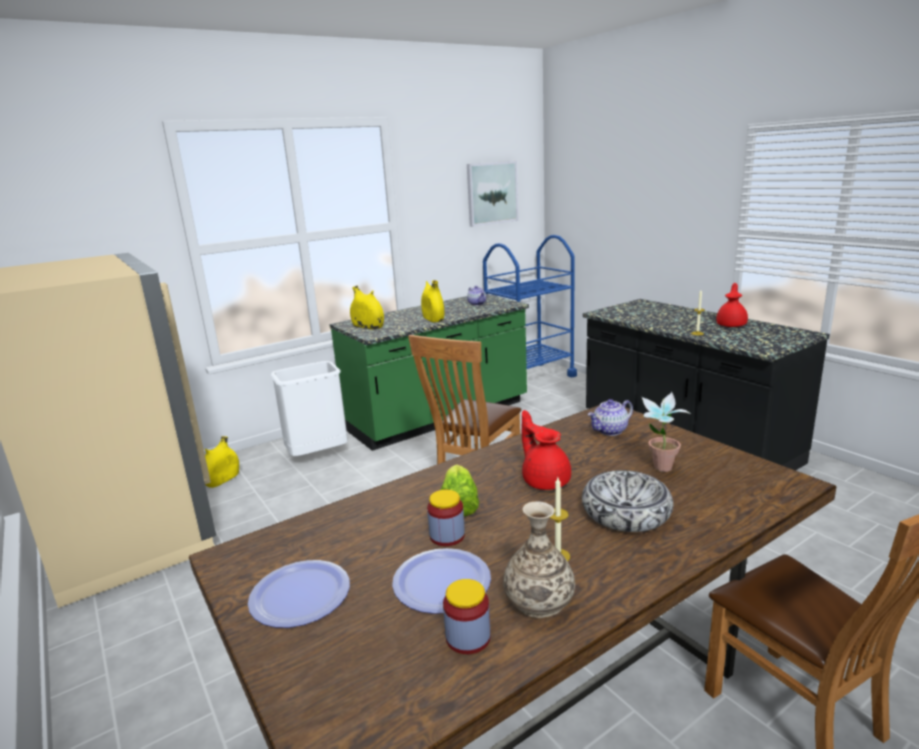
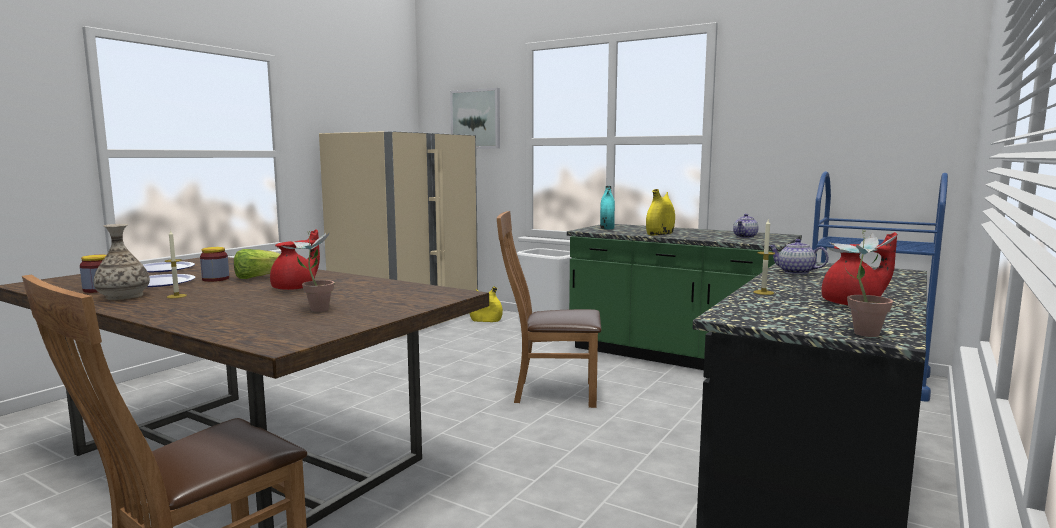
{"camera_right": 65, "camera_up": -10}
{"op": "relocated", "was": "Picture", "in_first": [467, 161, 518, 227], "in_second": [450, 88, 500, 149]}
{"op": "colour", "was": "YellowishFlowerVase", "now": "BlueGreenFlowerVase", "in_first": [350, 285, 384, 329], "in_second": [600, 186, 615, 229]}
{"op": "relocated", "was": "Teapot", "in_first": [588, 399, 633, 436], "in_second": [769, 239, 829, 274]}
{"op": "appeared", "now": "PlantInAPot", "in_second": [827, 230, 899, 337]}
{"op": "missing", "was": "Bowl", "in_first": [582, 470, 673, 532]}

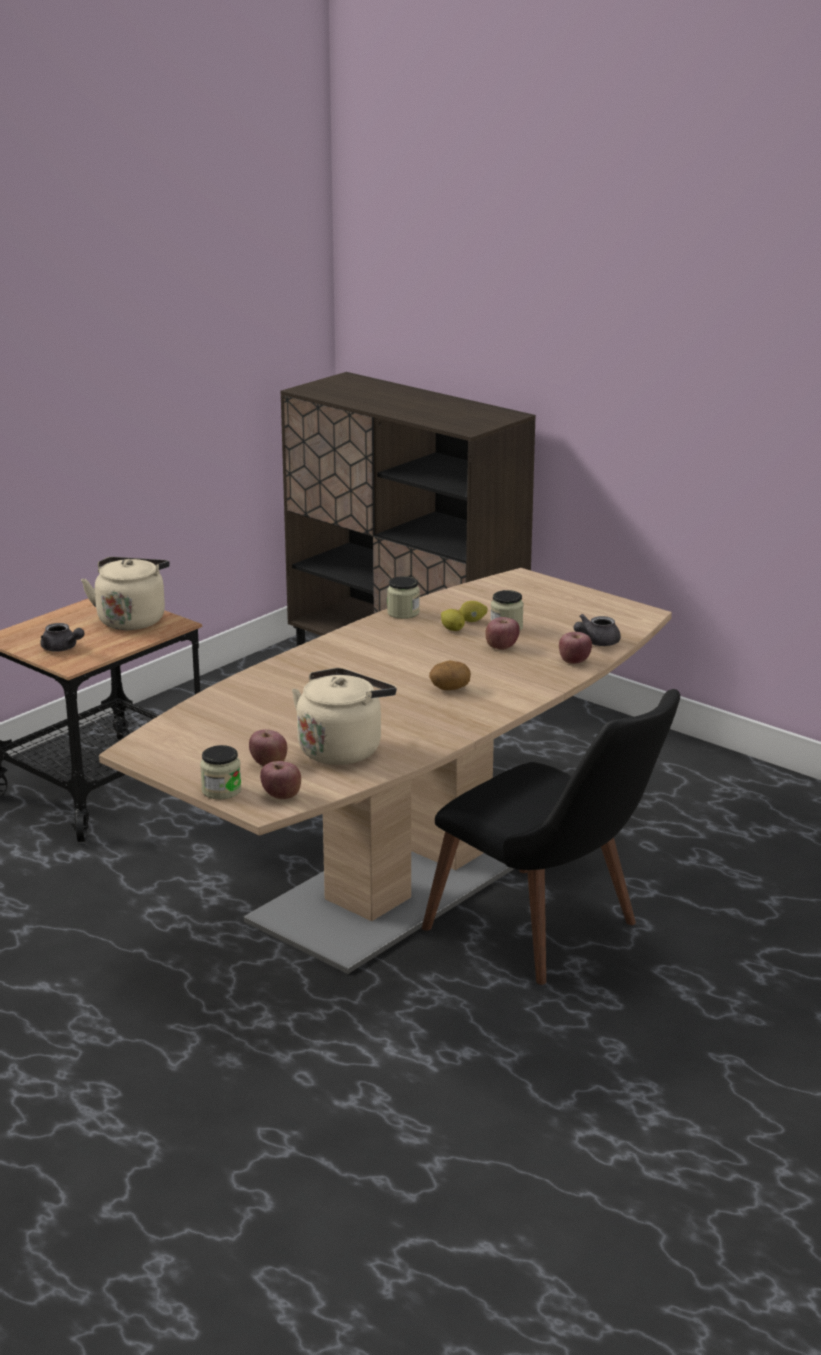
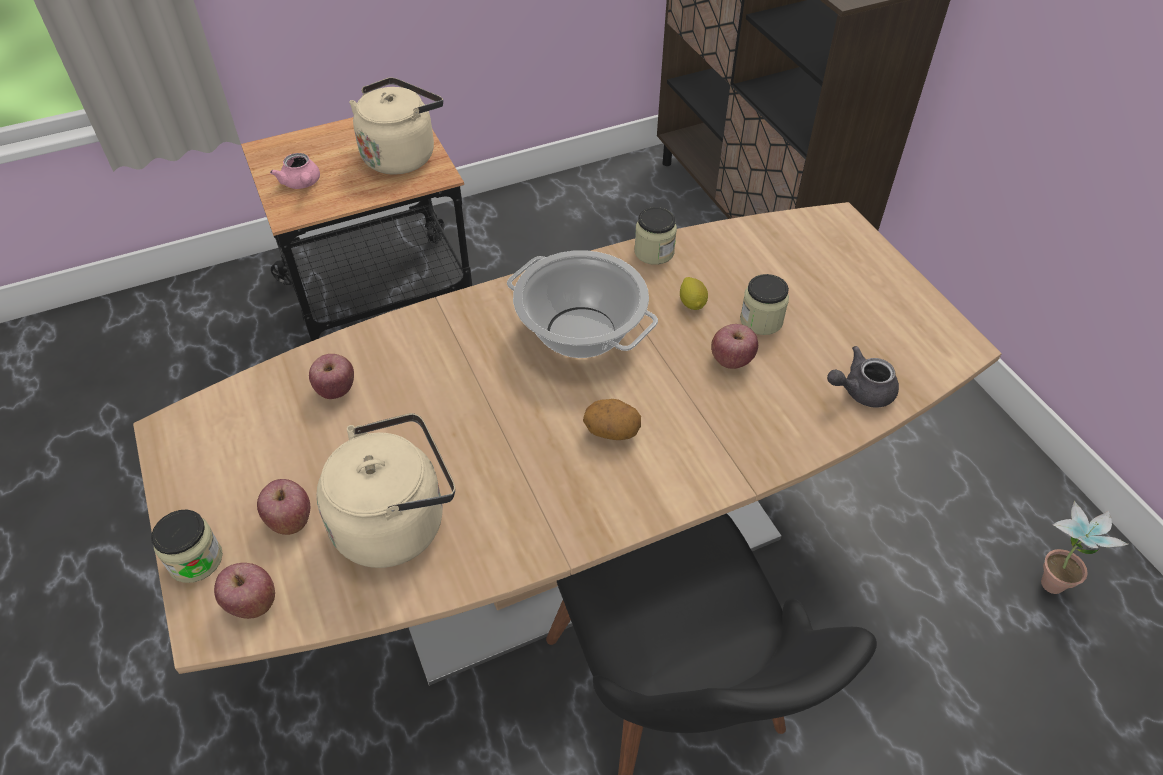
{"camera_right": 25, "camera_up": 25}
{"op": "colour", "was": "GreyishTeapot", "now": "PinkTeapot", "in_first": [40, 623, 85, 652], "in_second": [270, 153, 320, 189]}
{"op": "relocated", "was": "Apple", "in_first": [559, 632, 592, 664], "in_second": [309, 354, 354, 399]}
{"op": "appeared", "now": "Stockpot", "in_second": [507, 250, 658, 358]}
{"op": "appeared", "now": "PlantInAPot", "in_second": [1041, 501, 1128, 594]}
{"op": "missing", "was": "WholeLemon", "in_first": [459, 601, 488, 622]}

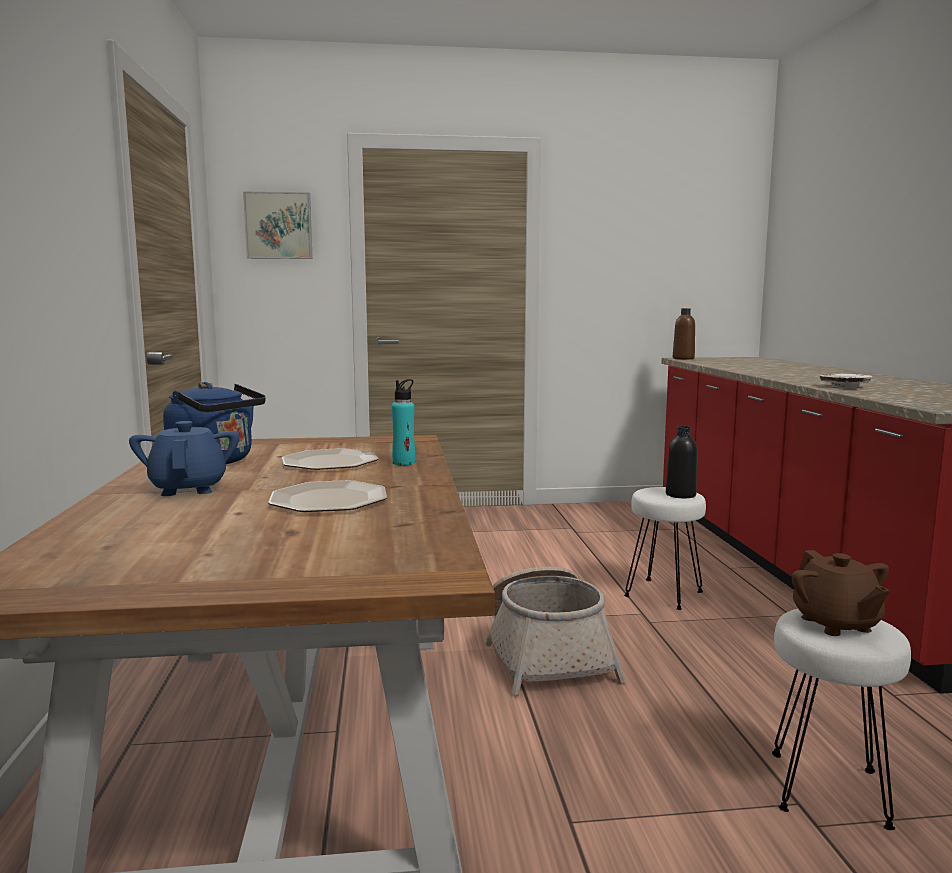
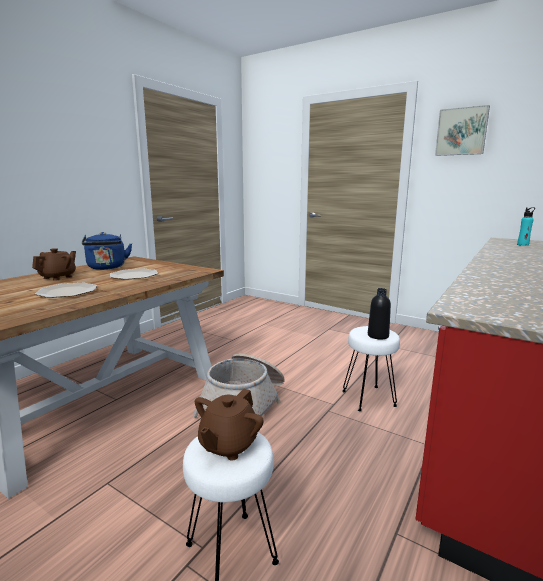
{"camera_right": 40, "camera_up": 5}
{"op": "colour", "was": "BlueColouredTeapot", "now": "BrownishTeapot", "in_first": [129, 421, 239, 496], "in_second": [32, 248, 76, 281]}
{"op": "relocated", "was": "Picture", "in_first": [243, 191, 313, 259], "in_second": [435, 105, 490, 156]}
{"op": "relocated", "was": "BlueGreenBeverageBottle", "in_first": [392, 379, 415, 465], "in_second": [517, 207, 535, 246]}
{"op": "missing", "was": "BrownishBeverageBottle", "in_first": [673, 308, 695, 359]}
{"op": "missing", "was": "WhiteColouredFlatDish", "in_first": [819, 374, 873, 388]}

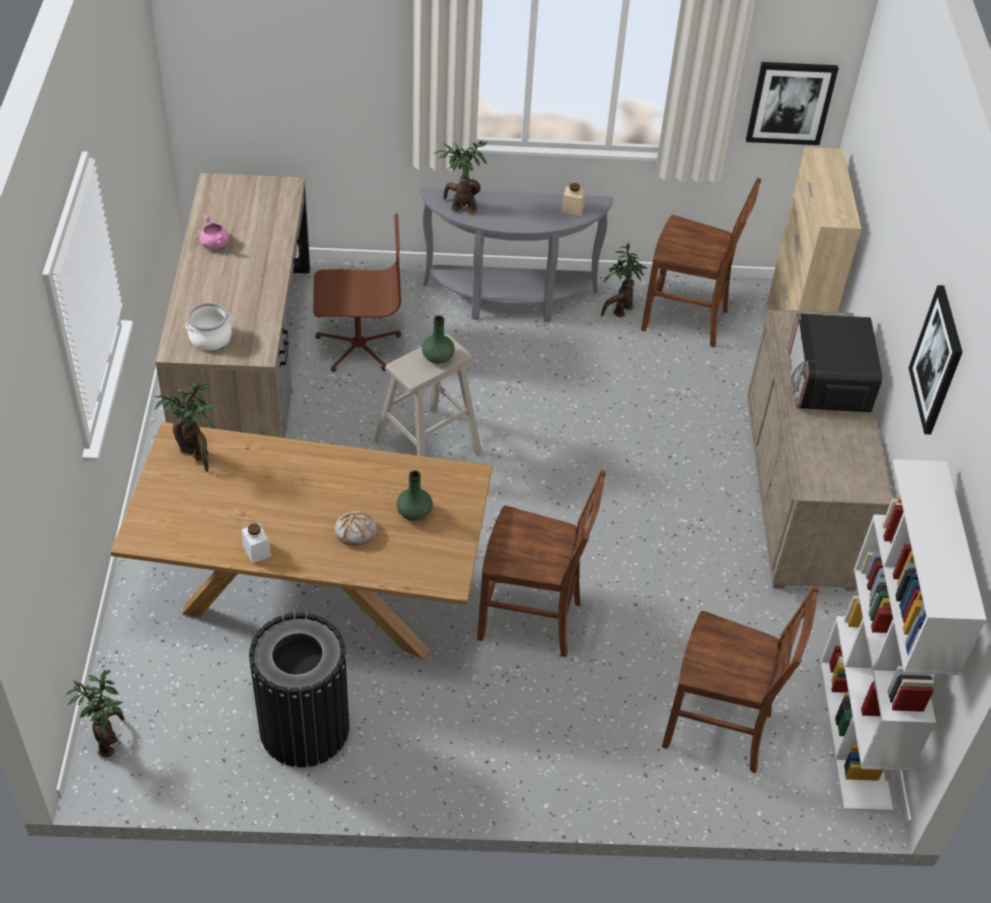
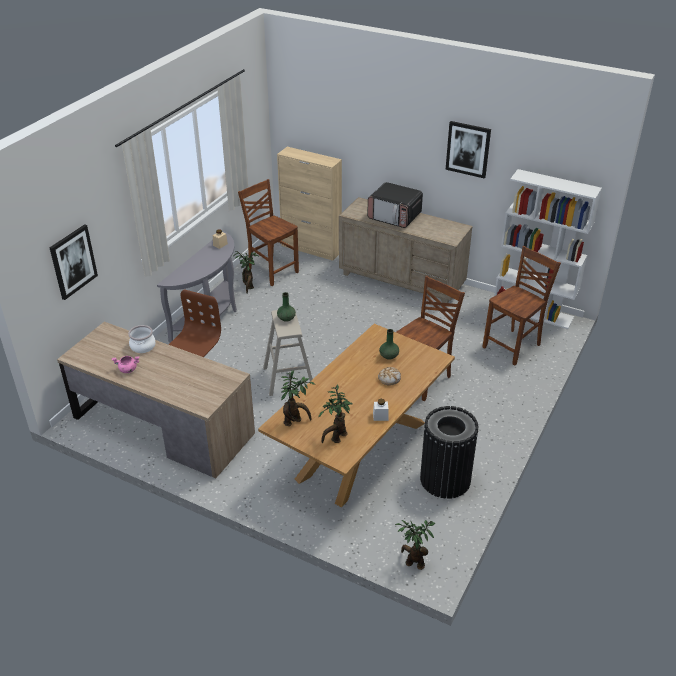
{"camera_right": -60, "camera_up": -10}
{"op": "relocated", "was": "Picture", "in_first": [746, 62, 839, 145], "in_second": [50, 224, 98, 300]}
{"op": "relocated", "was": "Stockpot", "in_first": [185, 302, 232, 350], "in_second": [128, 325, 156, 353]}
{"op": "spun", "was": "BrownishUprightChair", "in_first": [641, 178, 761, 348], "in_second": [238, 179, 299, 286], "clockwise": -90}
{"op": "relocated", "was": "PlantInAPot", "in_first": [434, 141, 488, 214], "in_second": [318, 384, 353, 443]}

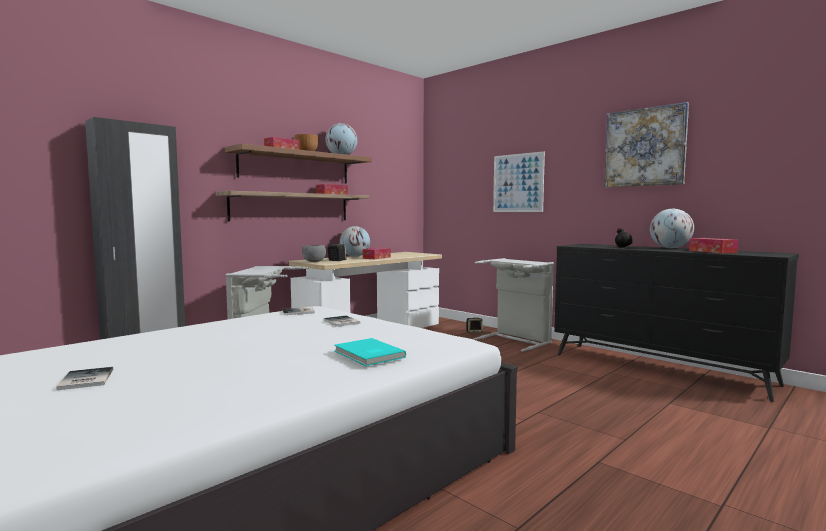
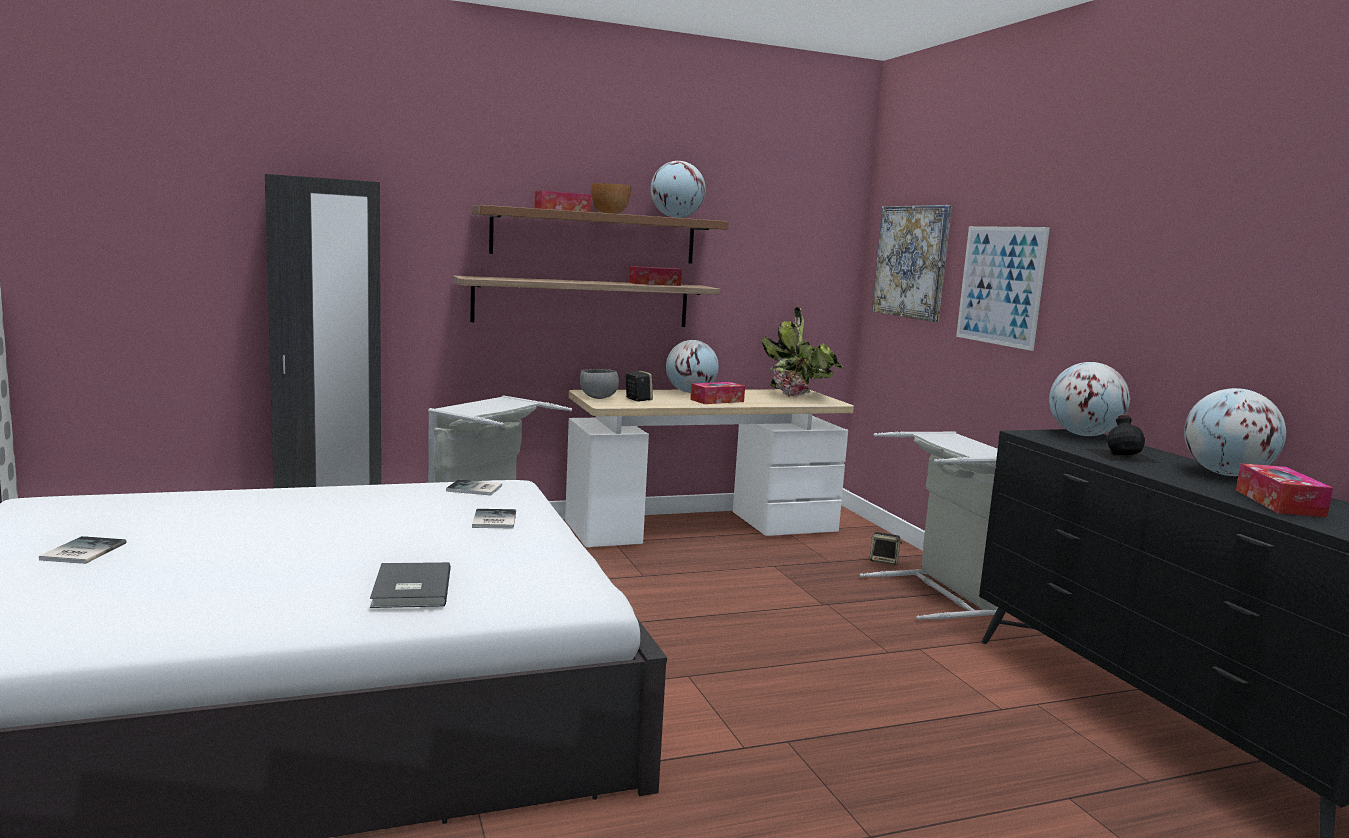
{"camera_right": 25, "camera_up": 5}
{"op": "colour", "was": "BlueGreenBook", "now": "GreyishBook", "in_first": [334, 338, 406, 366], "in_second": [370, 562, 451, 608]}
{"op": "appeared", "now": "PlantInAPot", "in_second": [762, 307, 844, 397]}
{"op": "relocated", "was": "Picture", "in_first": [604, 102, 689, 187], "in_second": [872, 205, 952, 322]}
{"op": "appeared", "now": "DeskGlobe", "in_second": [1049, 362, 1130, 436]}

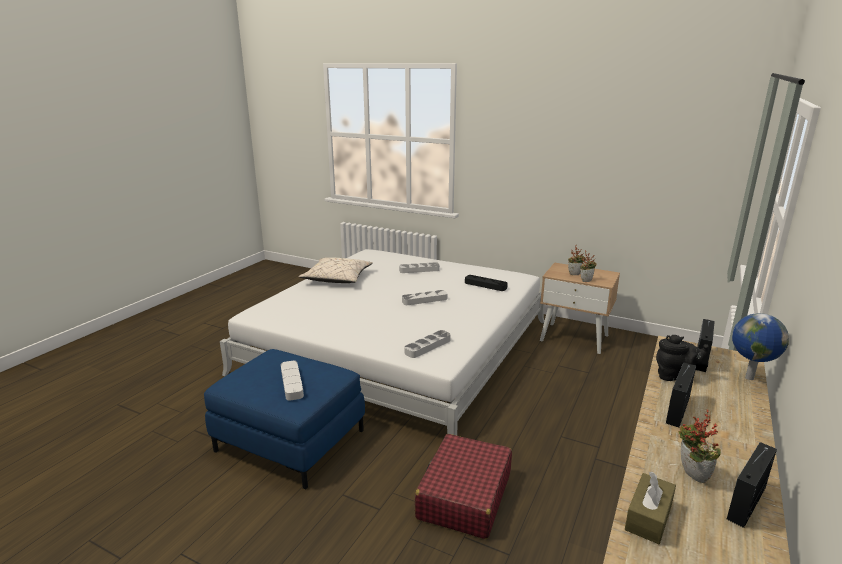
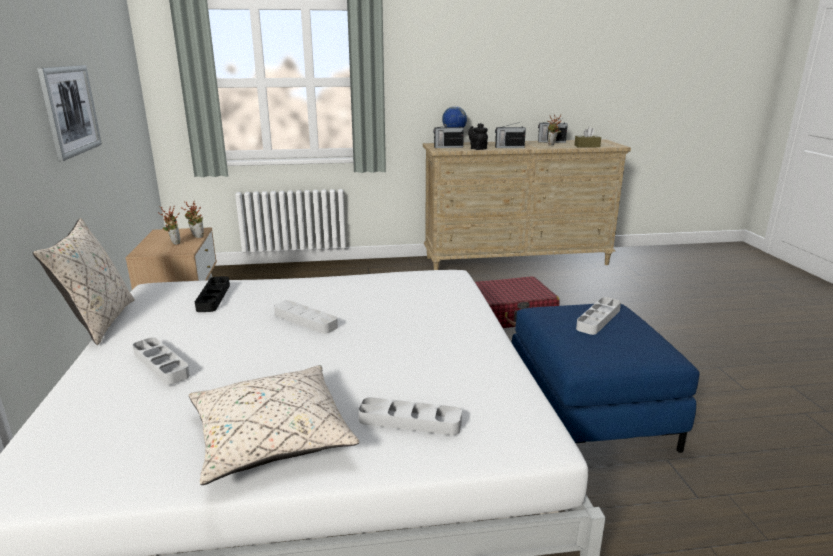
{"camera_right": -125, "camera_up": 0}
{"op": "appeared", "now": "BeigeThrowPillow", "in_second": [33, 218, 135, 345]}
{"op": "appeared", "now": "Picture", "in_second": [37, 65, 102, 161]}
{"op": "relocated", "was": "GreyishServingTray", "in_first": [404, 330, 451, 358], "in_second": [358, 397, 462, 435]}

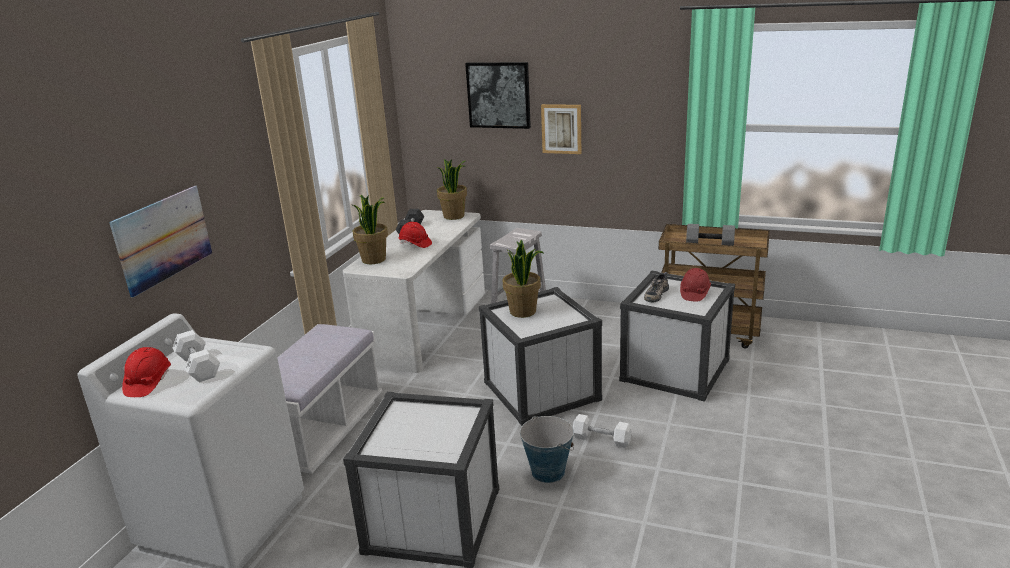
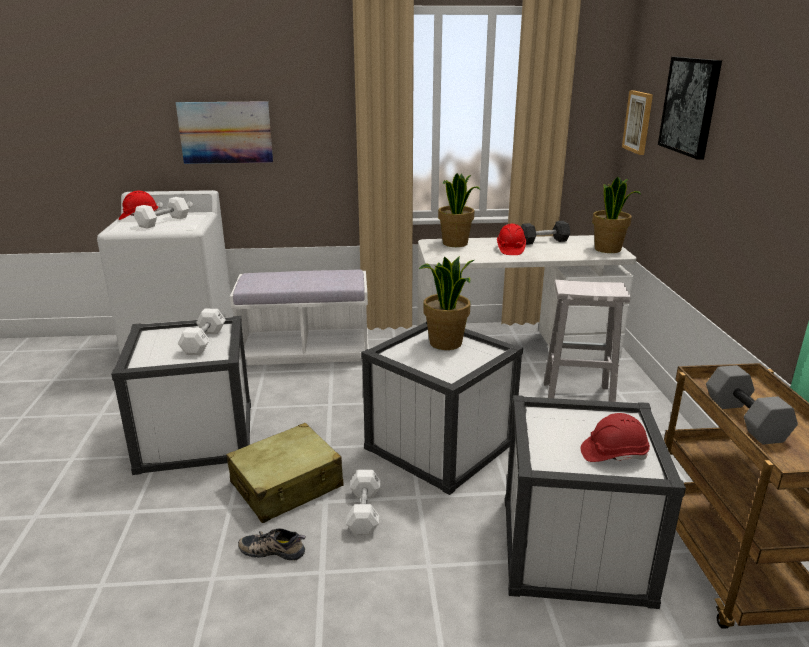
{"camera_right": 65, "camera_up": 0}
{"op": "appeared", "now": "WhiteColouredHandWeight", "in_second": [178, 308, 226, 355]}
{"op": "exchanged", "was": "Pail", "now": "BeigePieceOfLuggage", "in_first": [520, 416, 574, 483], "in_second": [226, 423, 344, 523]}
{"op": "relocated", "was": "ItemOfFootwear", "in_first": [644, 272, 669, 302], "in_second": [238, 528, 306, 560]}
{"op": "relocated", "was": "Picture", "in_first": [541, 104, 581, 154], "in_second": [622, 90, 653, 155]}

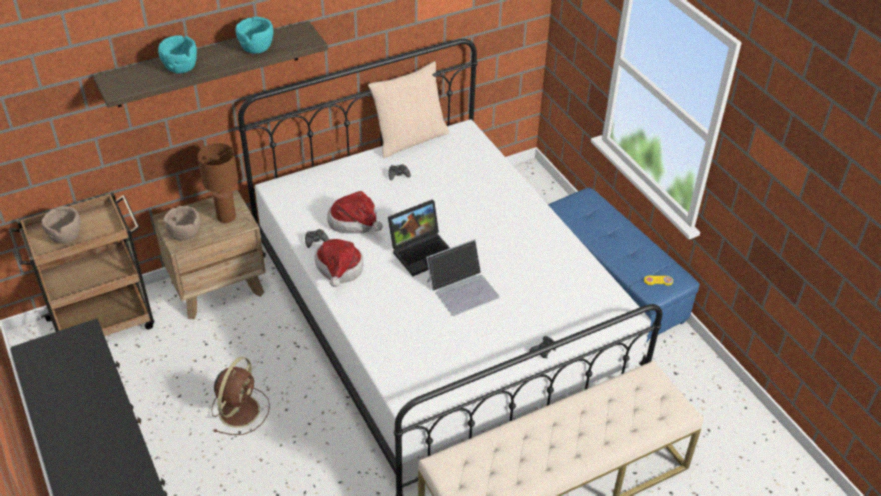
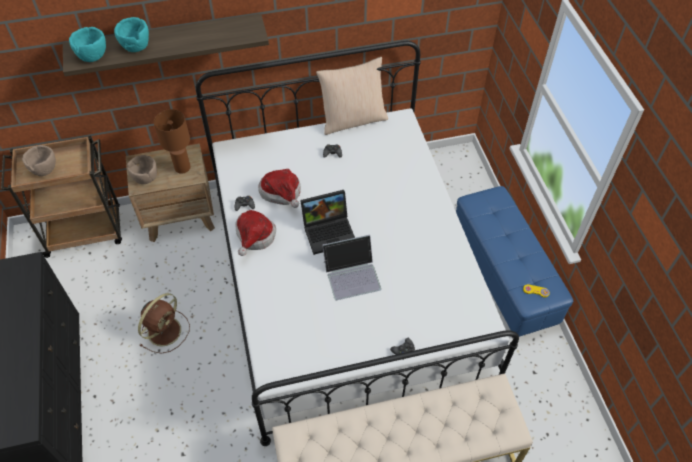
{"camera_right": 15, "camera_up": 10}
{"op": "relocated", "was": "BlueGreenBowl", "in_first": [236, 17, 273, 53], "in_second": [69, 27, 106, 62]}

